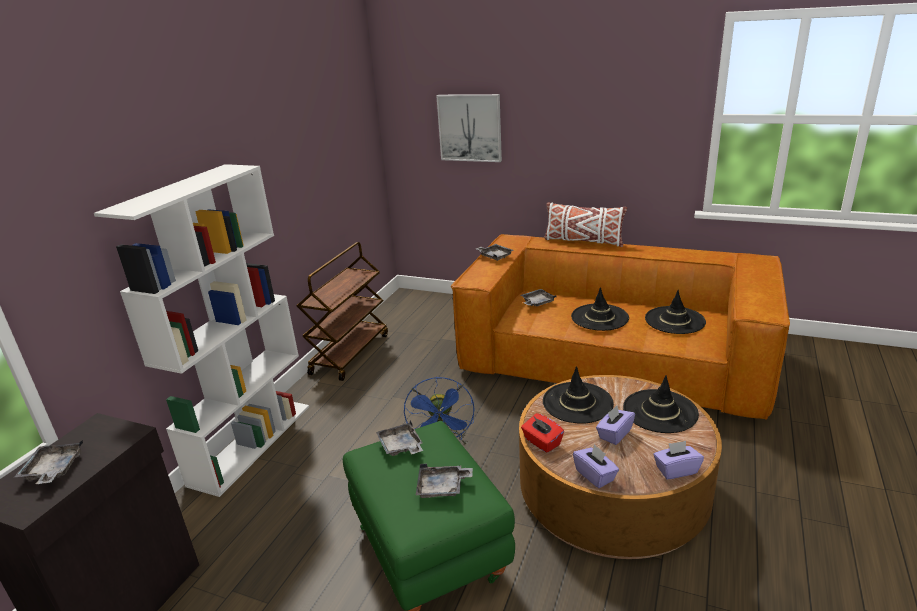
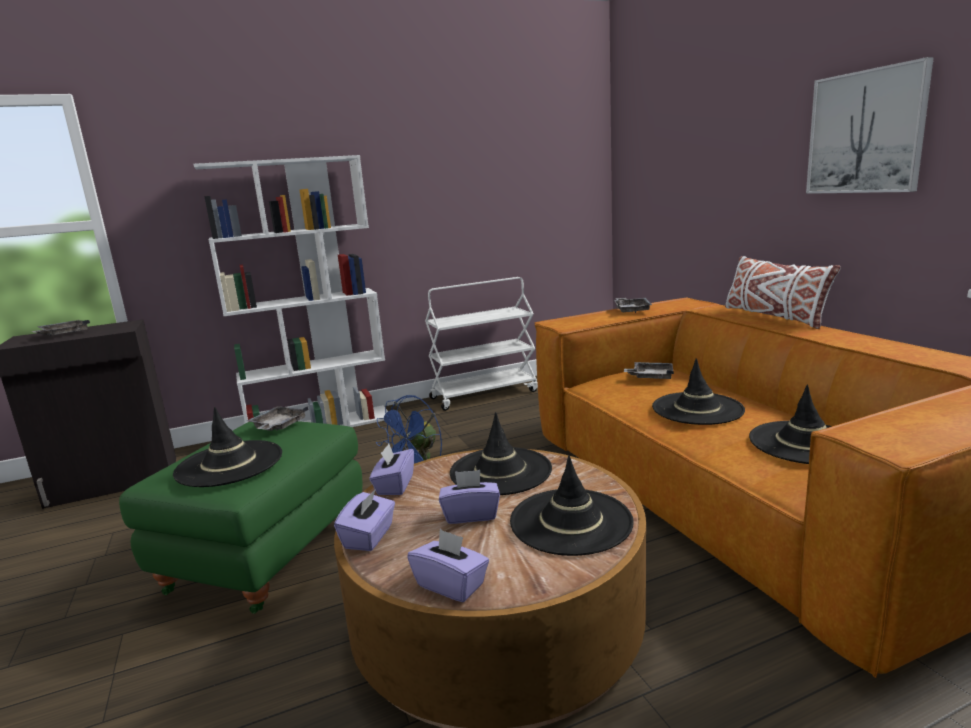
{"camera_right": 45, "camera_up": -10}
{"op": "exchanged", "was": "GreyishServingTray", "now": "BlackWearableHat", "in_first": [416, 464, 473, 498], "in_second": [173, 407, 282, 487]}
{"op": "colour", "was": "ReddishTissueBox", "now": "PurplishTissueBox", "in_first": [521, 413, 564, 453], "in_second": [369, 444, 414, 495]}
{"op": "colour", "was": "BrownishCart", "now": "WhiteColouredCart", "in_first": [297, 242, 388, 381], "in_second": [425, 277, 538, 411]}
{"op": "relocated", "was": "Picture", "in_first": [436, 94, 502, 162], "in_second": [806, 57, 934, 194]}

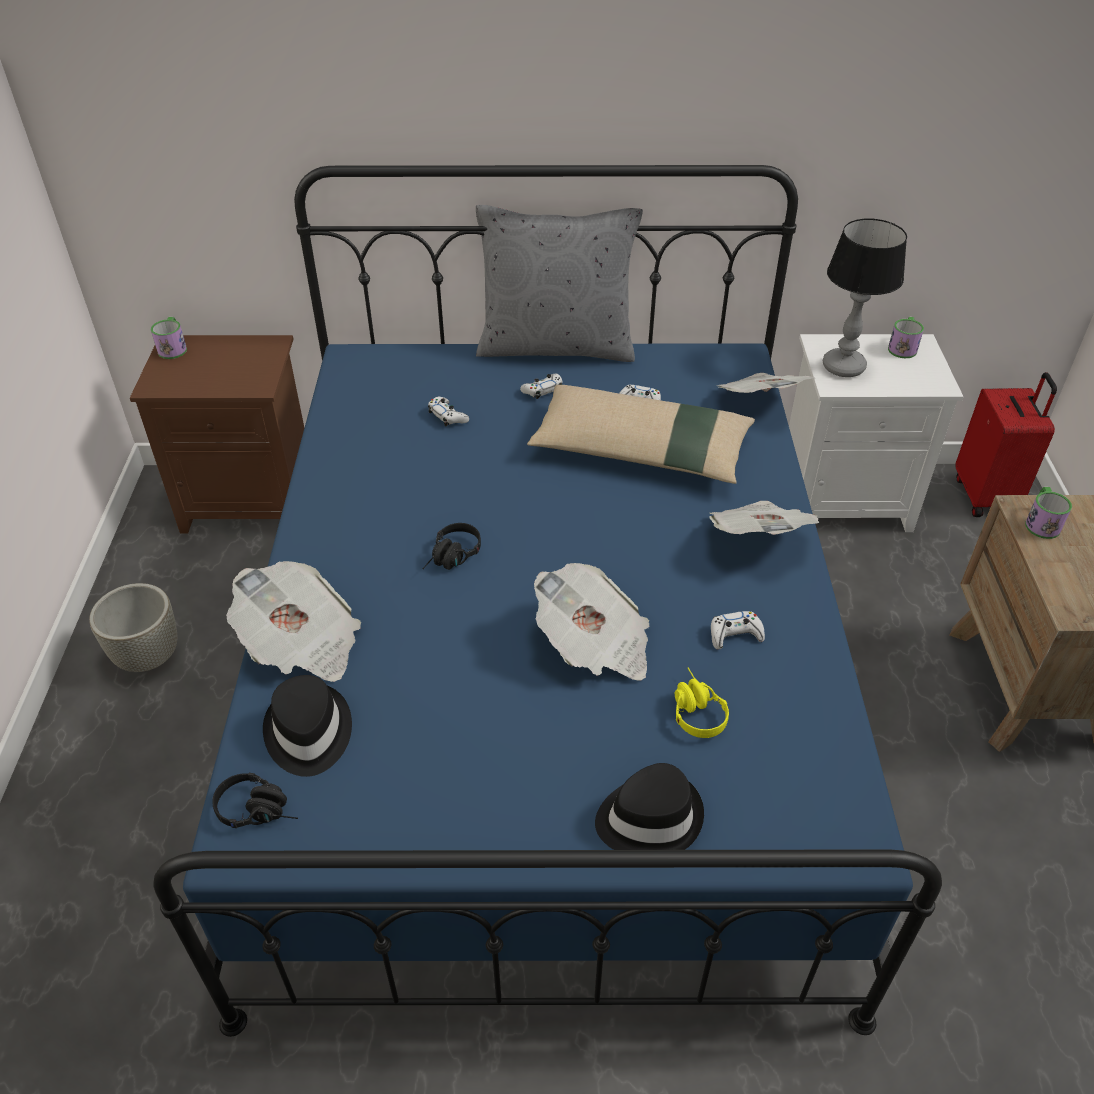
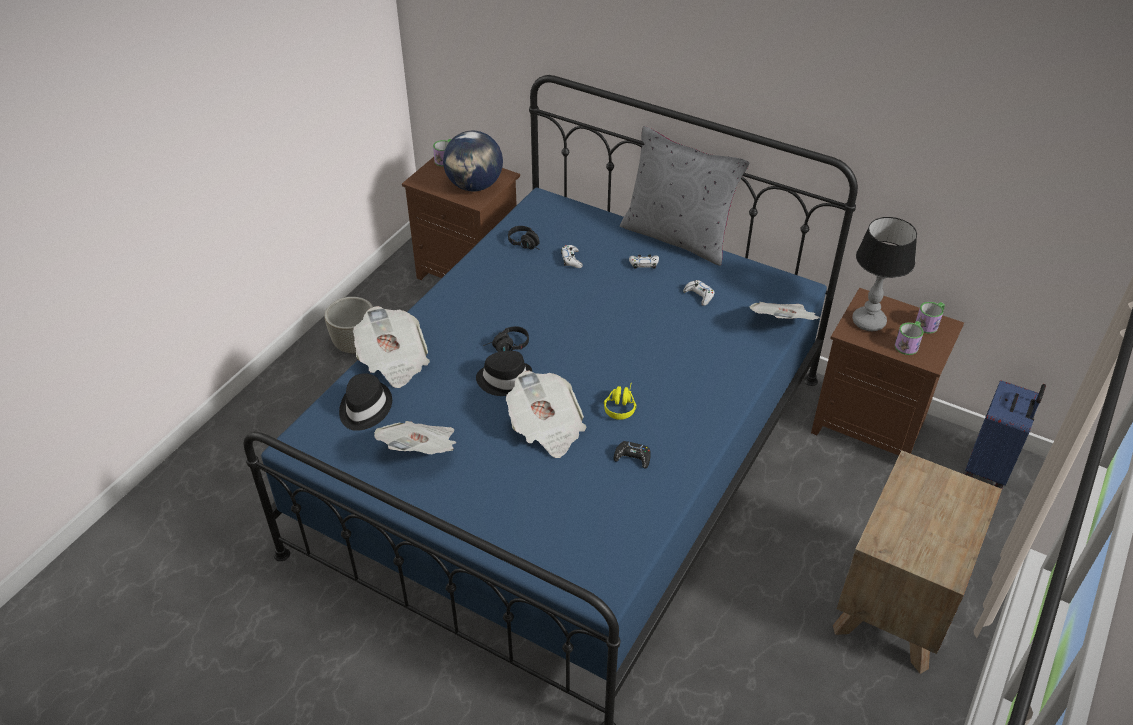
{"camera_right": 30, "camera_up": 0}
{"op": "relocated", "was": "PrintedPaper", "in_first": [709, 501, 820, 535], "in_second": [374, 421, 456, 454]}
{"op": "appeared", "now": "DeskGlobe", "in_second": [443, 131, 503, 191]}
{"op": "relocated", "was": "BlackWearableHat", "in_first": [595, 763, 704, 850], "in_second": [476, 351, 532, 396]}
{"op": "relocated", "was": "BlackHeadset", "in_first": [212, 773, 298, 828], "in_second": [508, 226, 540, 250]}
{"op": "relocated", "was": "YellowishHeadset", "in_first": [675, 668, 729, 738], "in_second": [604, 384, 636, 420]}
{"op": "colour", "was": "WhiteColouredGamepad", "now": "BlackGamepad", "in_first": [711, 611, 765, 650], "in_second": [614, 441, 651, 469]}
{"op": "colour", "was": "WhiteColouredNightTable", "now": "BrownishNightTable", "in_first": [789, 334, 963, 532], "in_second": [811, 288, 964, 455]}
{"op": "relocated", "was": "Mug", "in_first": [1025, 487, 1072, 539], "in_second": [895, 321, 924, 355]}
{"op": "colour", "was": "ReddishPieceOfLuggage", "now": "BlueColouredPieceOfLuggage", "in_first": [956, 372, 1057, 517], "in_second": [965, 380, 1046, 489]}
{"op": "missing", "was": "BeigeThrowPillow", "in_first": [527, 385, 755, 484]}

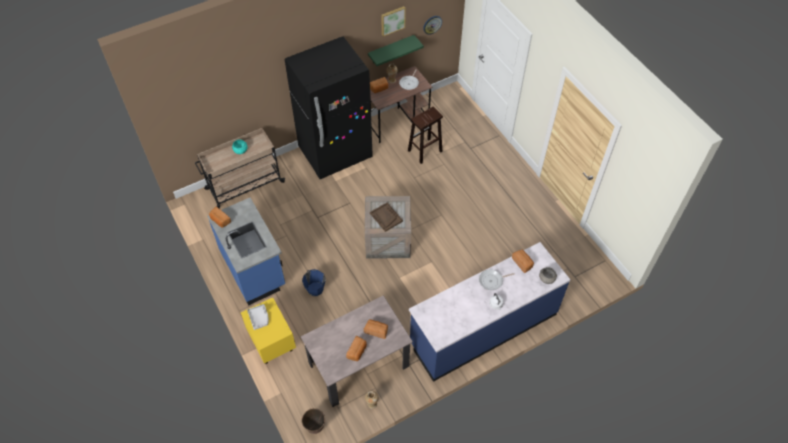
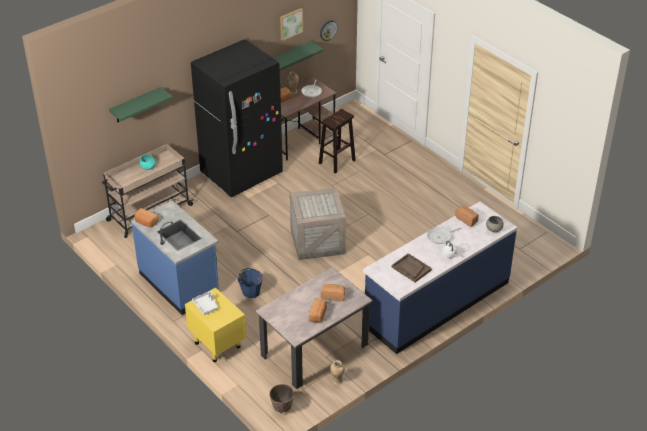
{"camera_right": -10, "camera_up": -15}
{"op": "appeared", "now": "GreenBracketShelf", "in_second": [109, 87, 173, 122]}
{"op": "relocated", "was": "BrownishServingTray", "in_first": [370, 202, 403, 232], "in_second": [392, 253, 432, 282]}

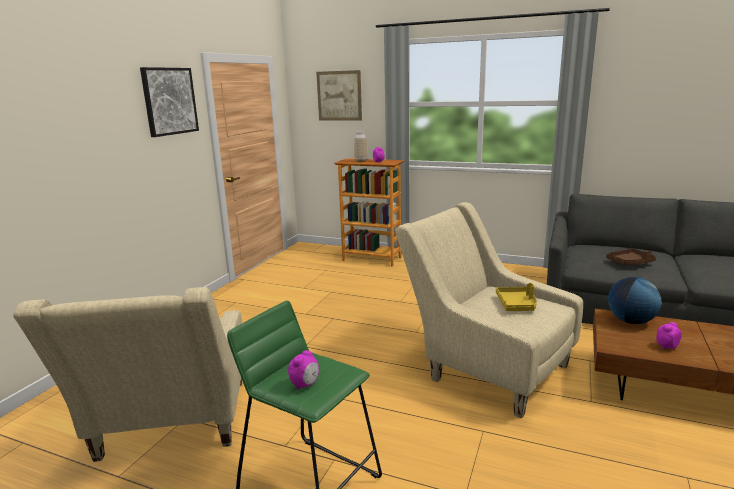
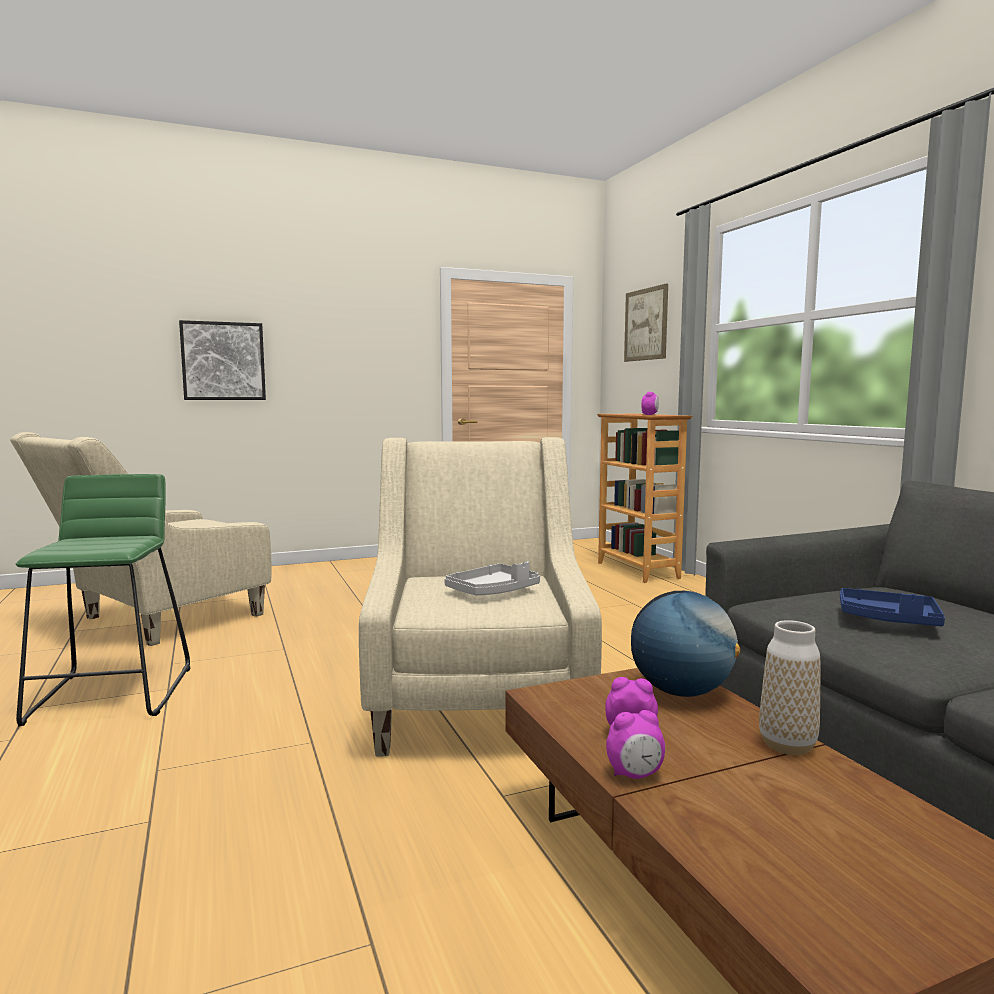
{"camera_right": 45, "camera_up": -10}
{"op": "relocated", "was": "Picture", "in_first": [140, 67, 199, 137], "in_second": [179, 320, 266, 400]}
{"op": "colour", "was": "YellowishServingTray", "now": "GreyishServingTray", "in_first": [496, 283, 537, 311], "in_second": [444, 561, 540, 595]}
{"op": "relocated", "was": "TableClock", "in_first": [288, 350, 319, 390], "in_second": [606, 710, 665, 779]}
{"op": "relocated", "was": "FlowerVase", "in_first": [354, 131, 368, 162], "in_second": [759, 620, 820, 755]}
{"op": "colour", "was": "BrownishServingTray", "now": "BlueColouredServingTray", "in_first": [606, 248, 656, 265], "in_second": [840, 588, 945, 626]}

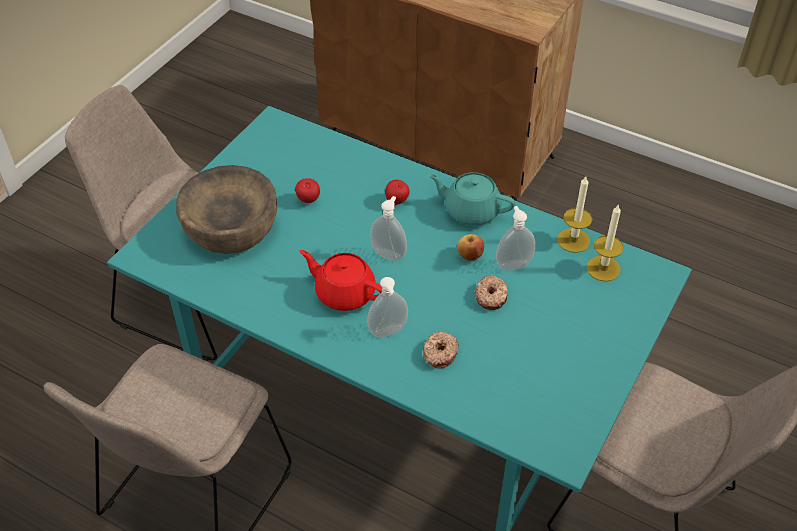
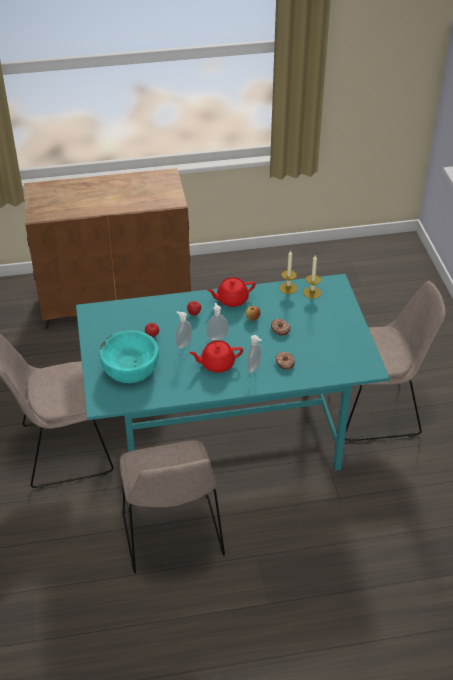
{"camera_right": -40, "camera_up": -5}
{"op": "colour", "was": "BrownishBowl", "now": "BlueGreenBowl", "in_first": [176, 165, 277, 254], "in_second": [99, 330, 159, 383]}
{"op": "relocated", "was": "SoapDispenser", "in_first": [496, 206, 535, 270], "in_second": [176, 311, 192, 349]}
{"op": "colour", "was": "BlueGreenTeapot", "now": "ReddishTeapot", "in_first": [428, 172, 515, 225], "in_second": [207, 277, 256, 307]}

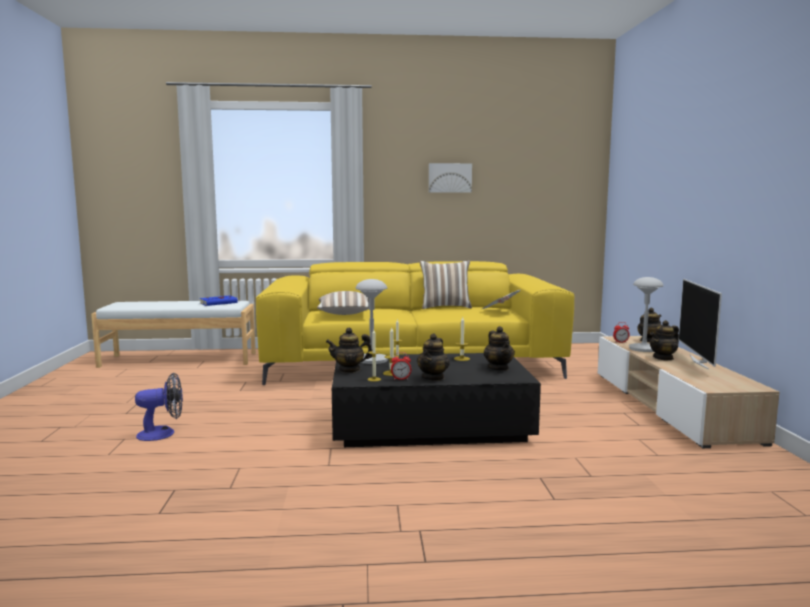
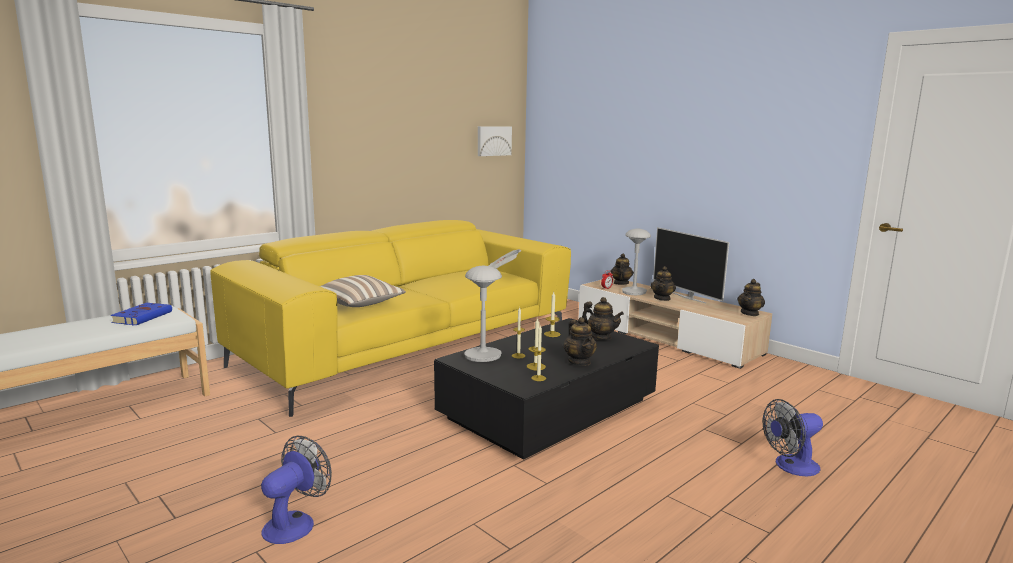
{"camera_right": -40, "camera_up": 5}
{"op": "relocated", "was": "Picture", "in_first": [429, 163, 472, 193], "in_second": [478, 126, 512, 156]}
{"op": "relocated", "was": "Teapot", "in_first": [326, 328, 373, 373], "in_second": [738, 279, 765, 316]}
{"op": "appeared", "now": "ElectricFan", "in_second": [763, 399, 823, 476]}
{"op": "missing", "was": "TableClock", "in_first": [391, 352, 411, 380]}
{"op": "missing", "was": "ThrowPillow", "in_first": [420, 260, 472, 309]}

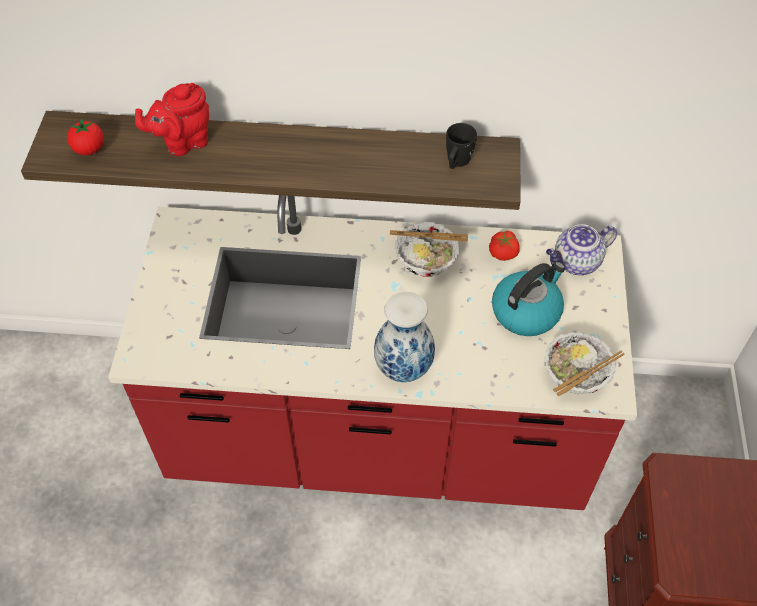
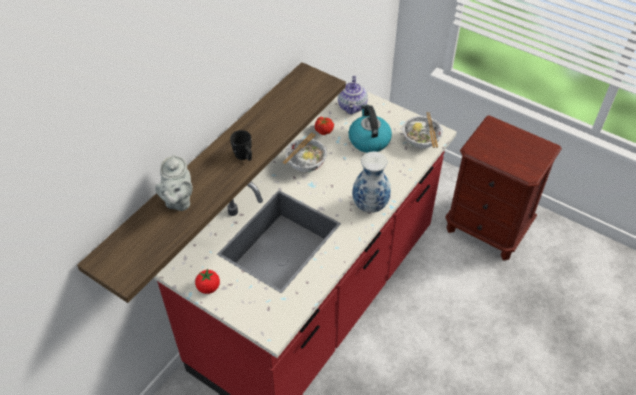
{"camera_right": -60, "camera_up": -5}
{"op": "colour", "was": "ReddishTeapot", "now": "GreyishTeapot", "in_first": [135, 83, 209, 156], "in_second": [155, 154, 193, 211]}
{"op": "relocated", "was": "Tomato", "in_first": [67, 118, 104, 155], "in_second": [195, 269, 220, 294]}
{"op": "relocated", "was": "BlackMug", "in_first": [446, 123, 477, 169], "in_second": [230, 130, 252, 161]}

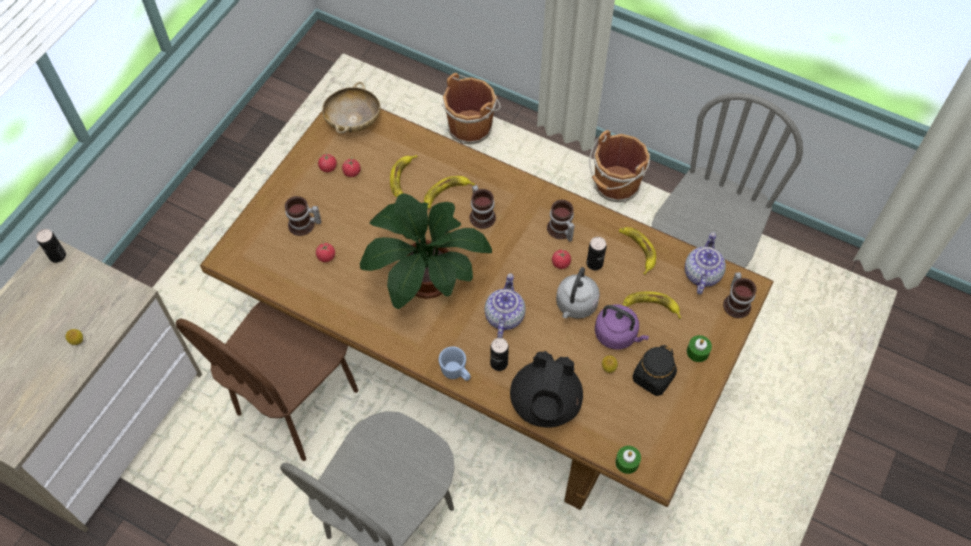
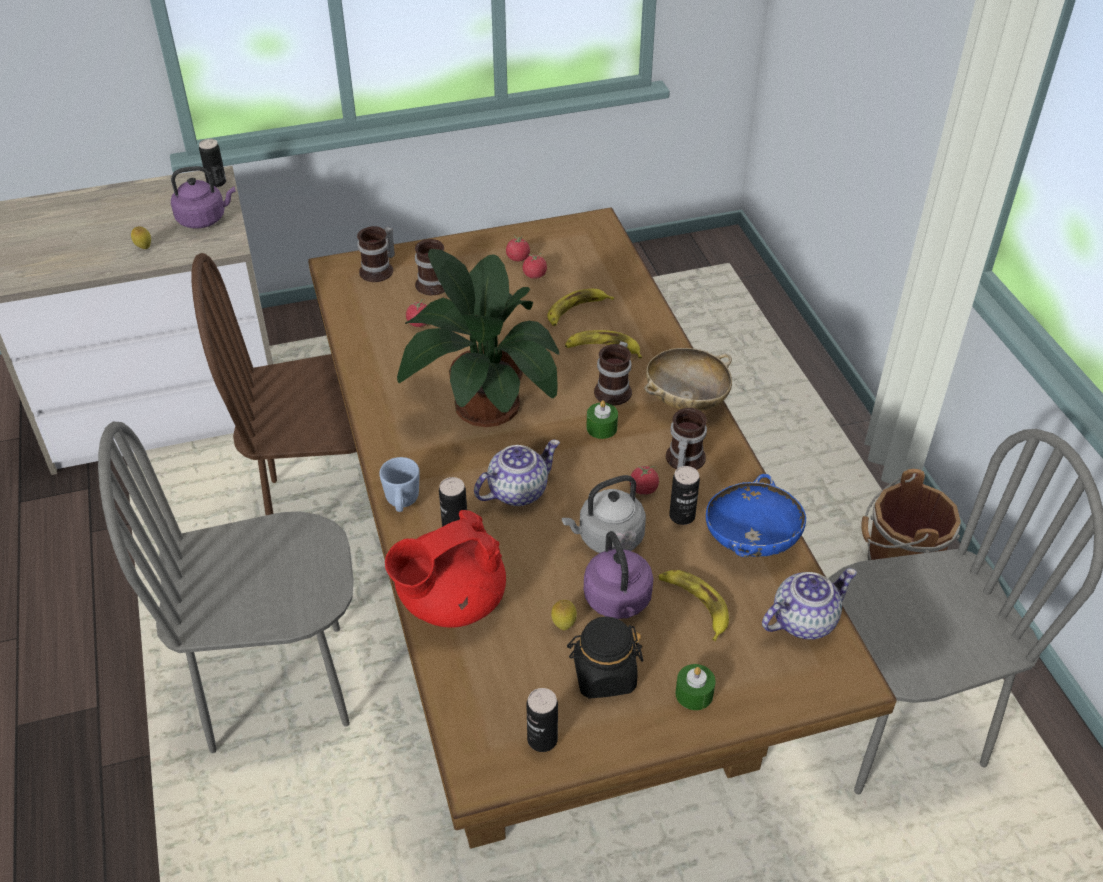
{"camera_right": 45, "camera_up": -15}
{"op": "appeared", "now": "PurplishWaterKettle", "in_second": [171, 166, 236, 229]}
{"op": "relocated", "was": "Mug", "in_first": [723, 272, 756, 318], "in_second": [357, 226, 395, 282]}
{"op": "colour", "was": "BlackTeapot", "now": "ReddishTeapot", "in_first": [510, 351, 583, 428], "in_second": [385, 510, 506, 628]}
{"op": "appeared", "now": "SealedCan", "in_second": [526, 688, 558, 752]}
{"op": "relocated", "was": "GreenCandle", "in_first": [615, 446, 641, 474], "in_second": [586, 400, 618, 439]}
{"op": "relocated", "was": "BeigeBowl", "in_first": [322, 82, 380, 134], "in_second": [644, 348, 732, 411]}
{"op": "exchanged", "was": "BananaFruit", "now": "BlueColouredBowl", "in_first": [619, 227, 656, 275], "in_second": [706, 474, 806, 557]}
{"op": "missing", "was": "BrownishPail", "in_first": [441, 73, 501, 144]}

